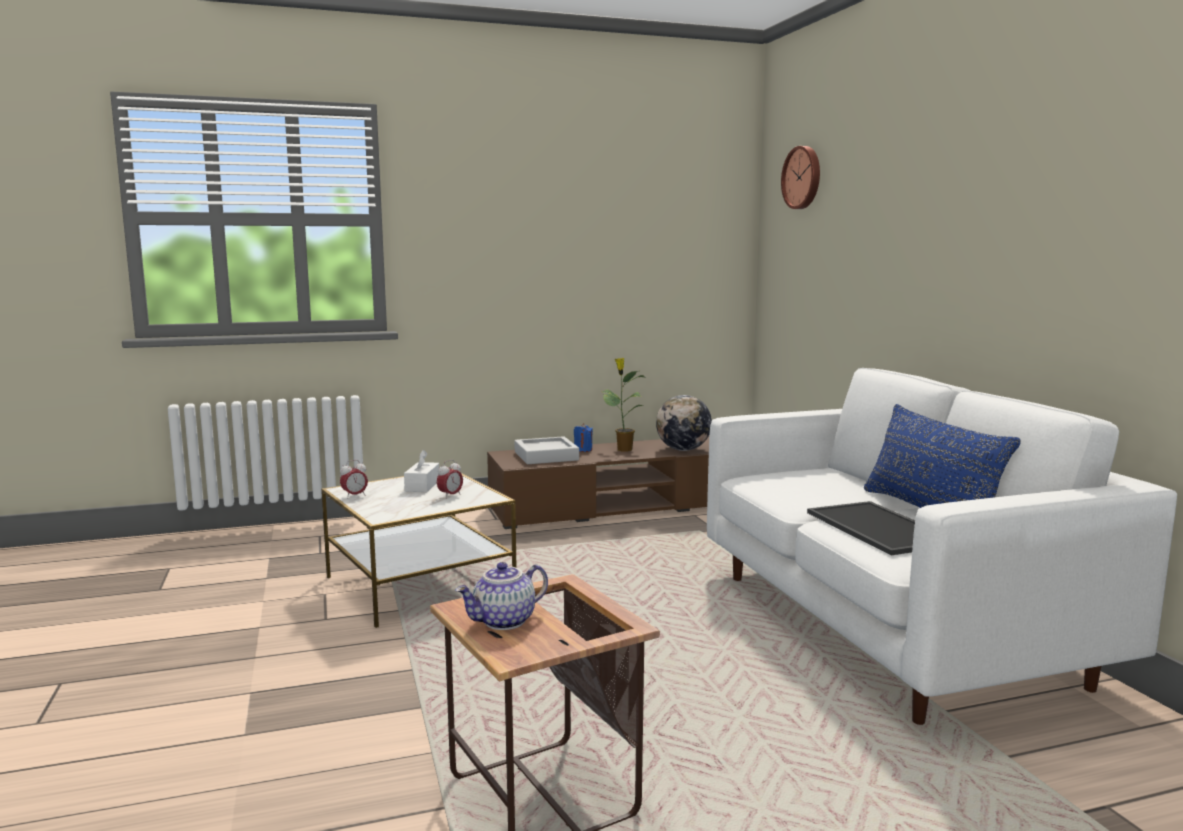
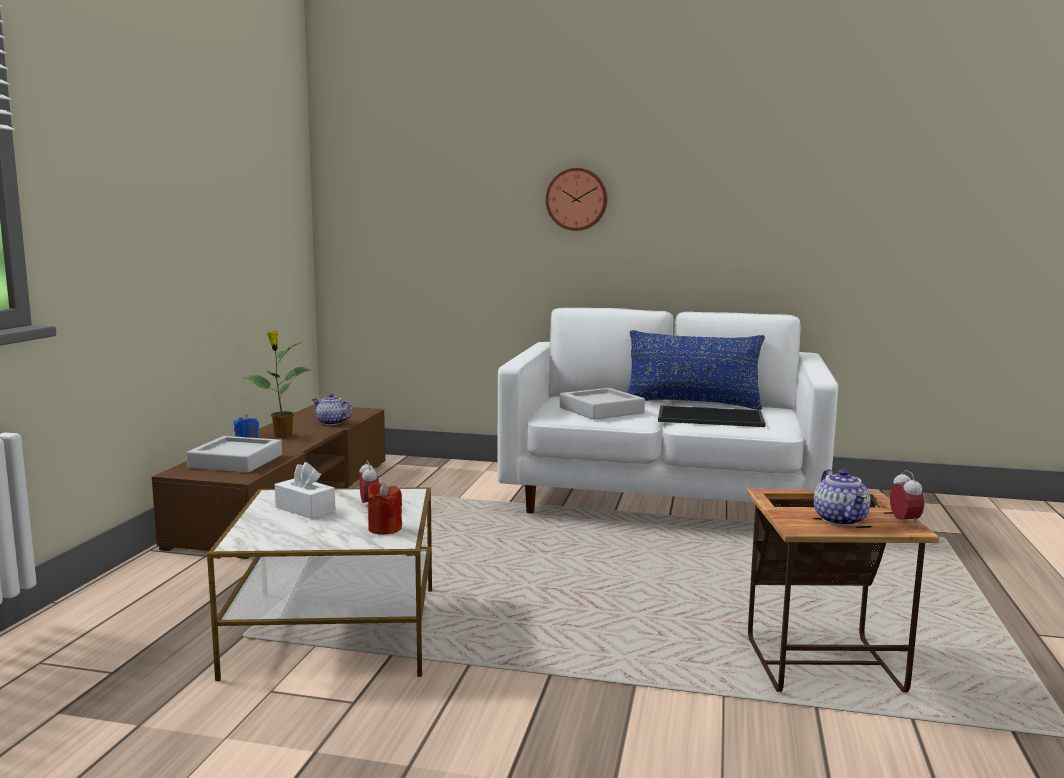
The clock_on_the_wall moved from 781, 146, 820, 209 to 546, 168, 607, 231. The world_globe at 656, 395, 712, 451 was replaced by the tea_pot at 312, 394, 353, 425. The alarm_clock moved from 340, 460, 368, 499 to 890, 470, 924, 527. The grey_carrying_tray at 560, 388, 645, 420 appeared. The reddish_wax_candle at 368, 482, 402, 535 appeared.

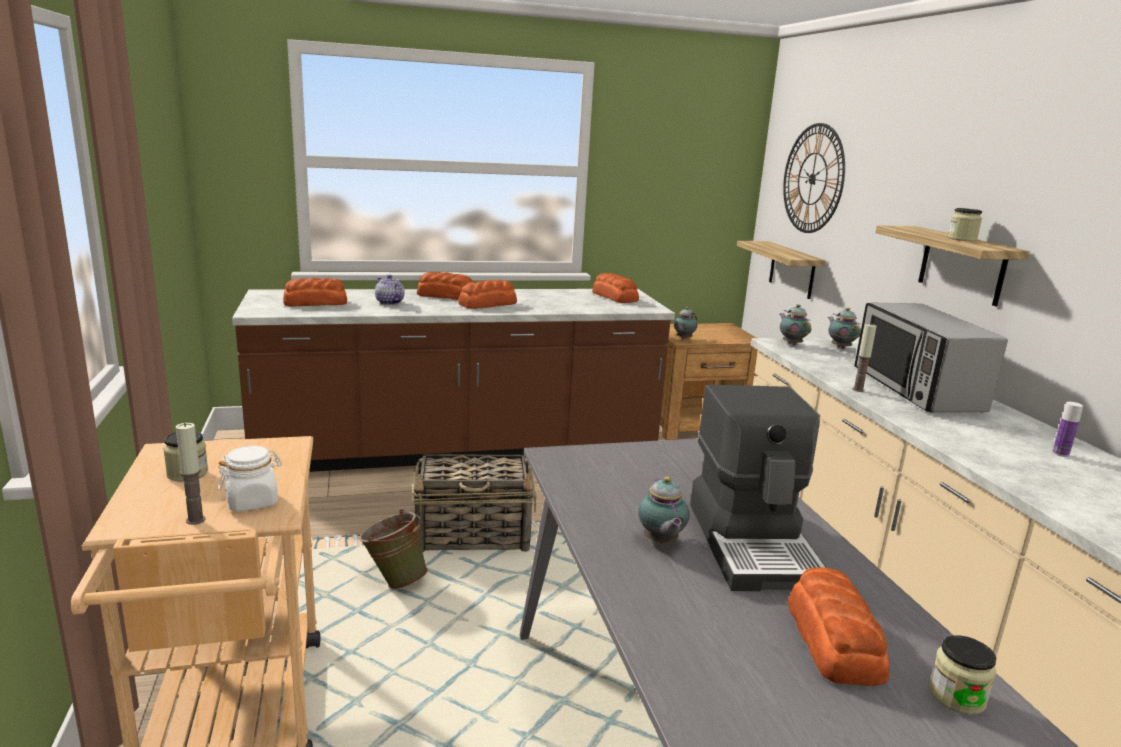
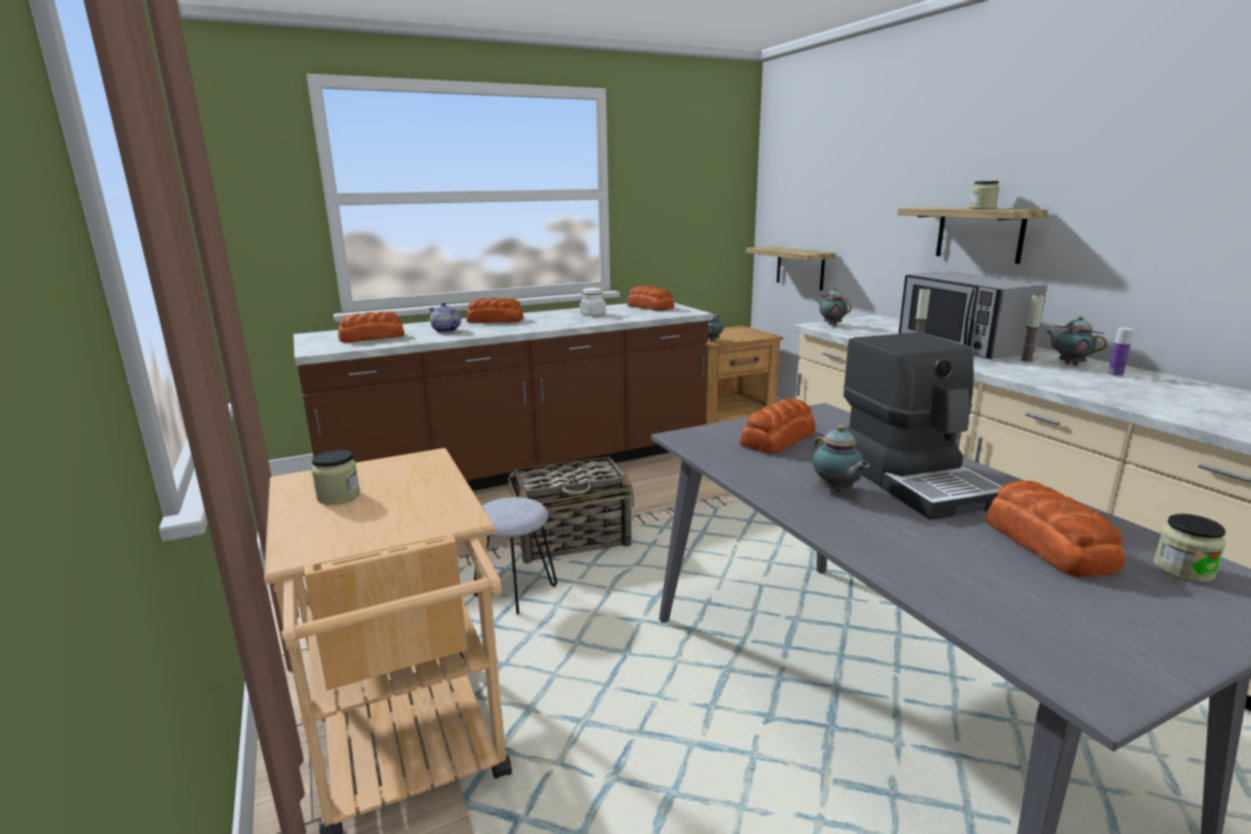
The clock_on_the_wall at 783, 123, 845, 233 disappeared. The bakery_bread moved from 458, 280, 517, 309 to 740, 398, 815, 453. The tea_pot moved from 828, 308, 861, 349 to 1046, 316, 1107, 366. The wax_candle moved from 176, 423, 206, 525 to 1020, 294, 1045, 362. The white-coloured_preserve_jar moved from 218, 446, 282, 512 to 580, 288, 606, 315. The green-coloured_pail at 359, 509, 428, 589 was replaced by the grey_stool at 474, 497, 557, 615.

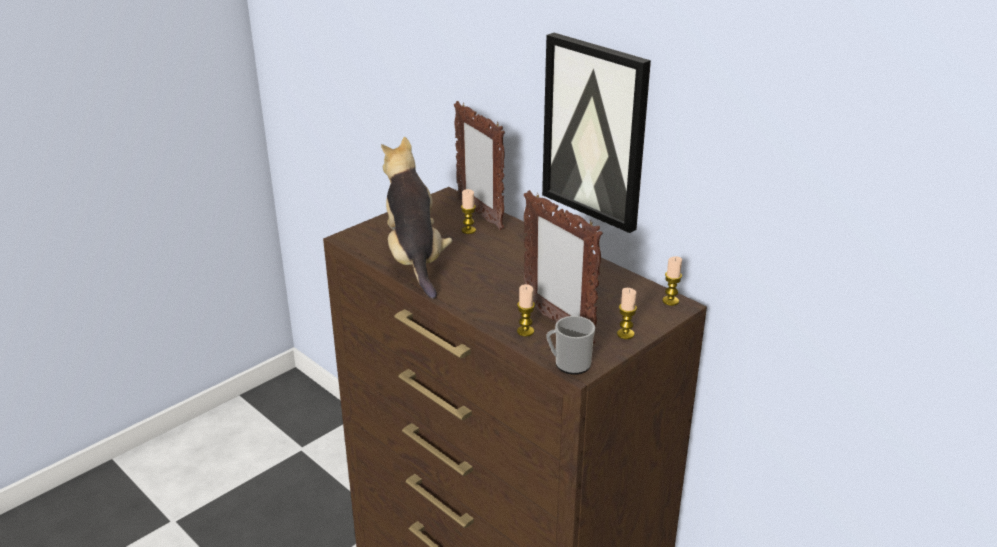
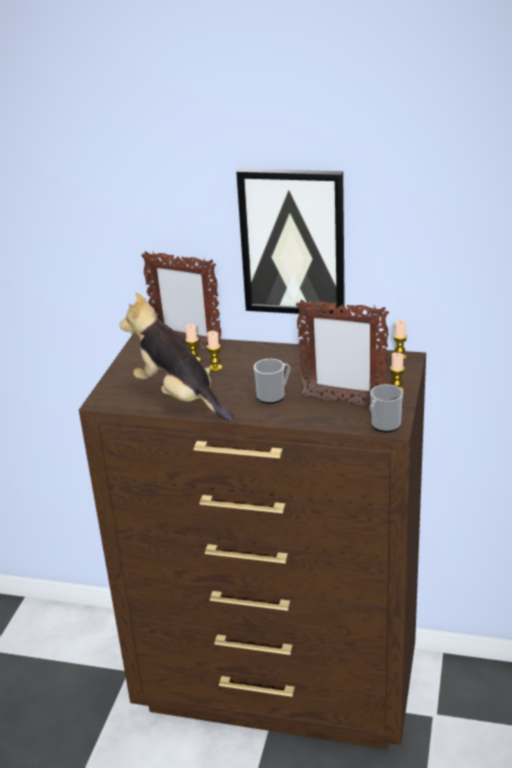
The wax_candle moved from 517, 284, 535, 337 to 207, 331, 222, 372. The mug at 254, 359, 291, 404 appeared.

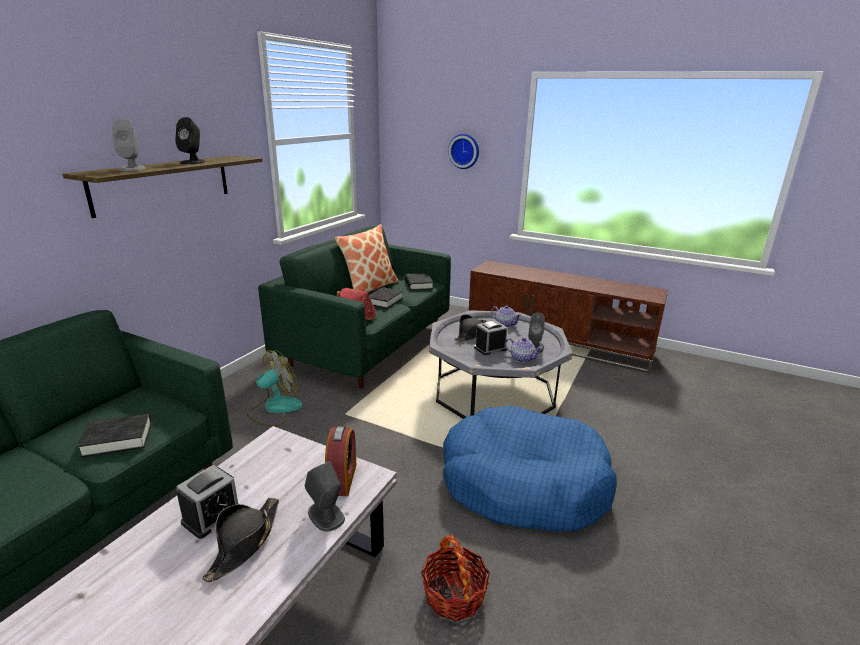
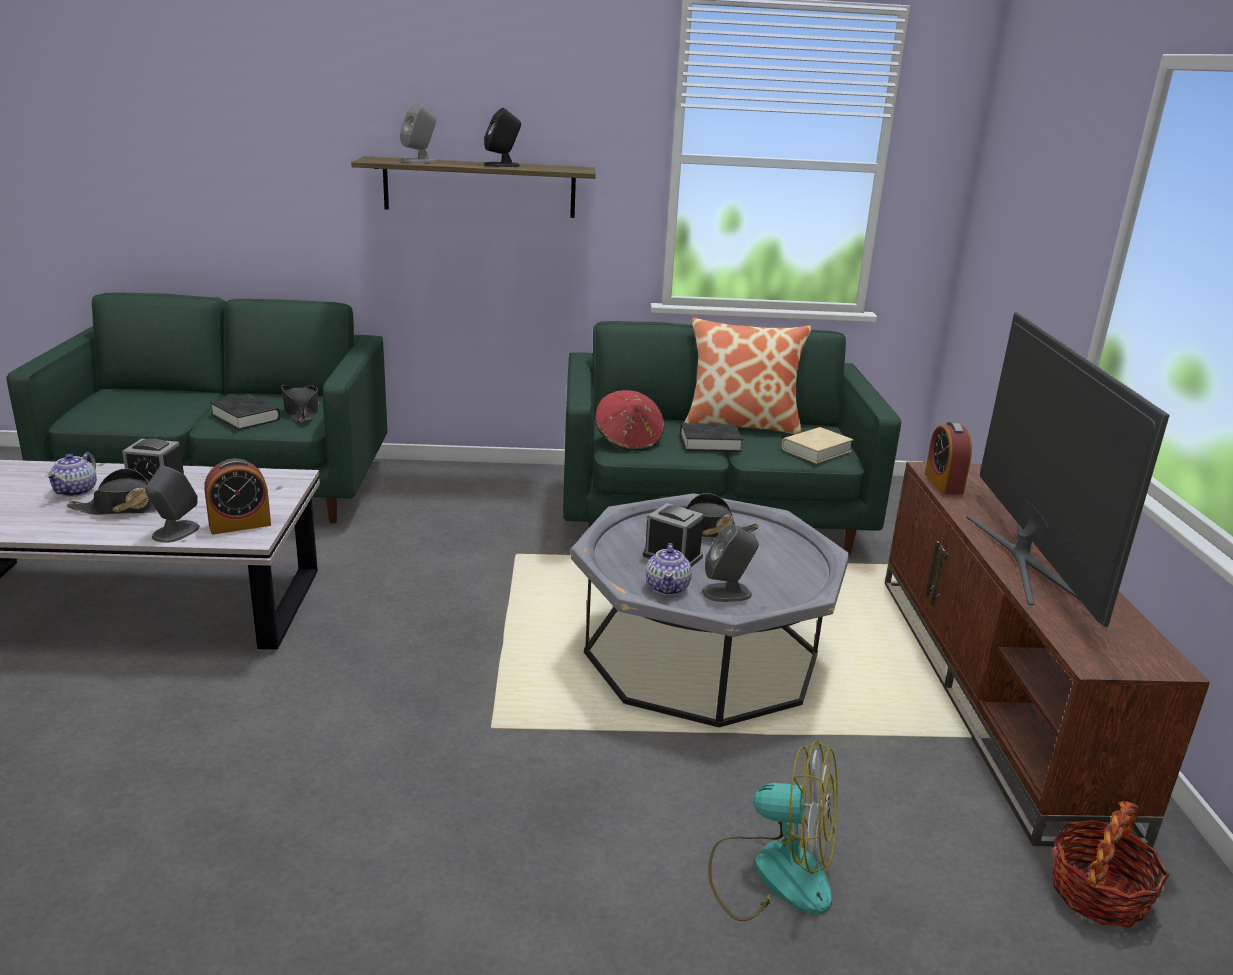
The clock_on_the_wall at 448, 134, 479, 169 disappeared. The black_bound_book at 405, 273, 433, 290 became the beige_bound_book at 782, 427, 854, 464. The tea_pot moved from 491, 306, 522, 328 to 46, 452, 97, 497. The cooling_fan moved from 247, 350, 303, 426 to 708, 740, 838, 921. The bluish_dog_bed at 443, 406, 617, 532 disappeared. The basket moved from 421, 533, 490, 621 to 1052, 801, 1169, 928. The TV at 966, 312, 1170, 627 appeared. The black_wearable_hat at 282, 385, 319, 422 appeared. The alarm_clock at 925, 422, 972, 495 appeared.

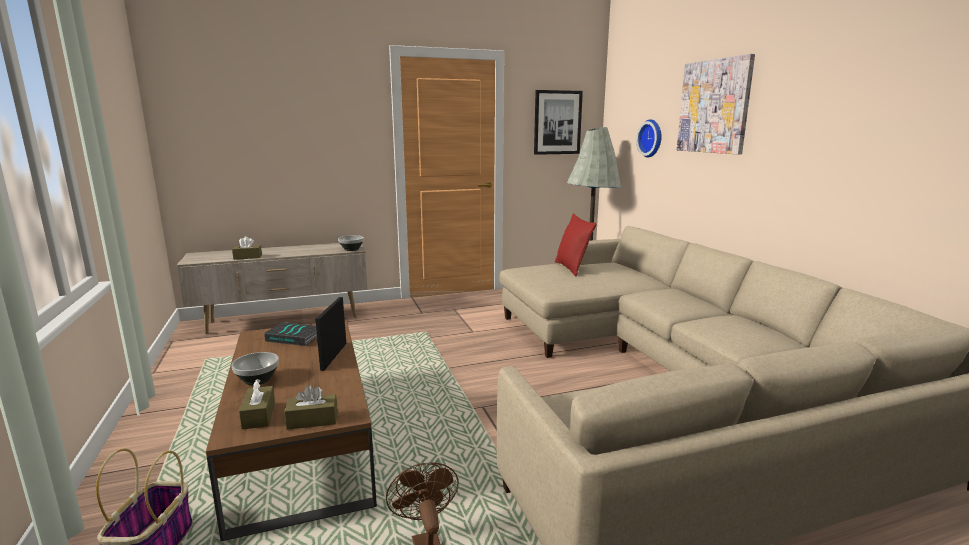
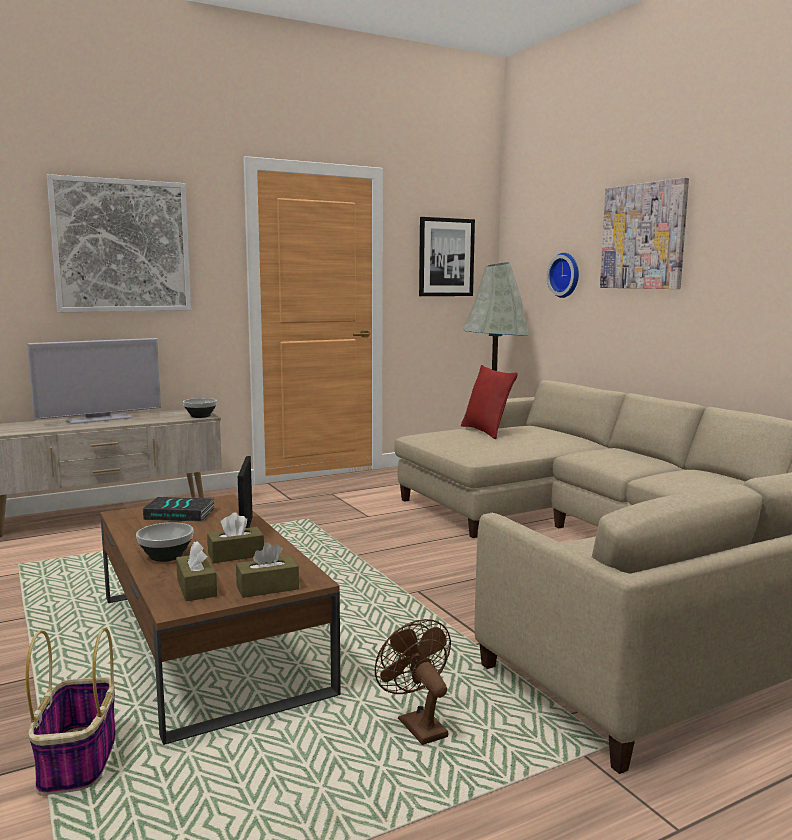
The brownish_tissue_box moved from 232, 236, 262, 260 to 207, 512, 264, 563. The picture at 47, 174, 191, 312 appeared. The TV at 27, 338, 161, 424 appeared.

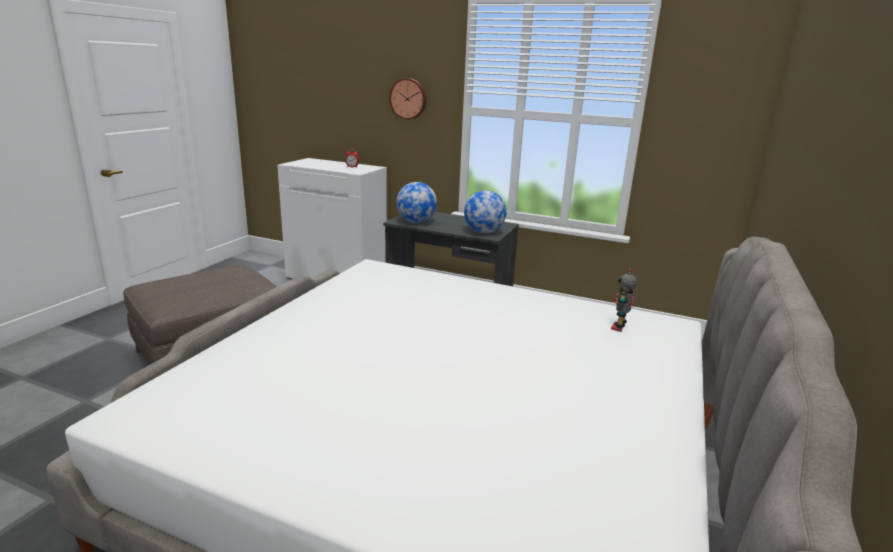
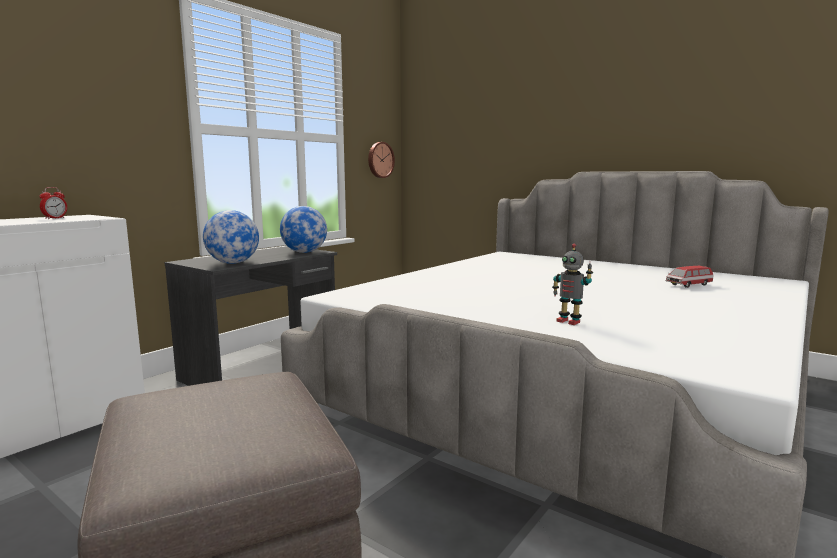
The clock_on_the_wall moved from 389, 78, 427, 120 to 368, 142, 395, 178. The robot_figure moved from 611, 268, 637, 332 to 552, 244, 593, 325. The model_car at 666, 266, 713, 288 appeared.

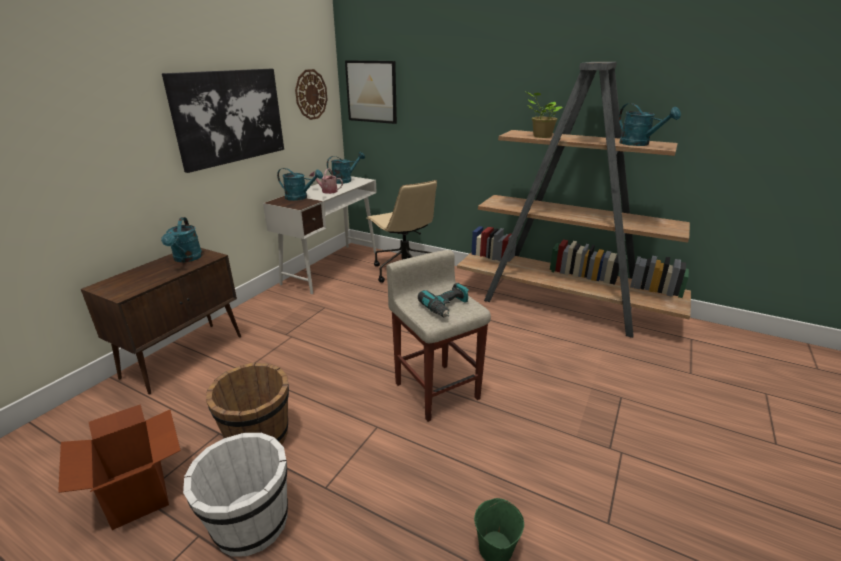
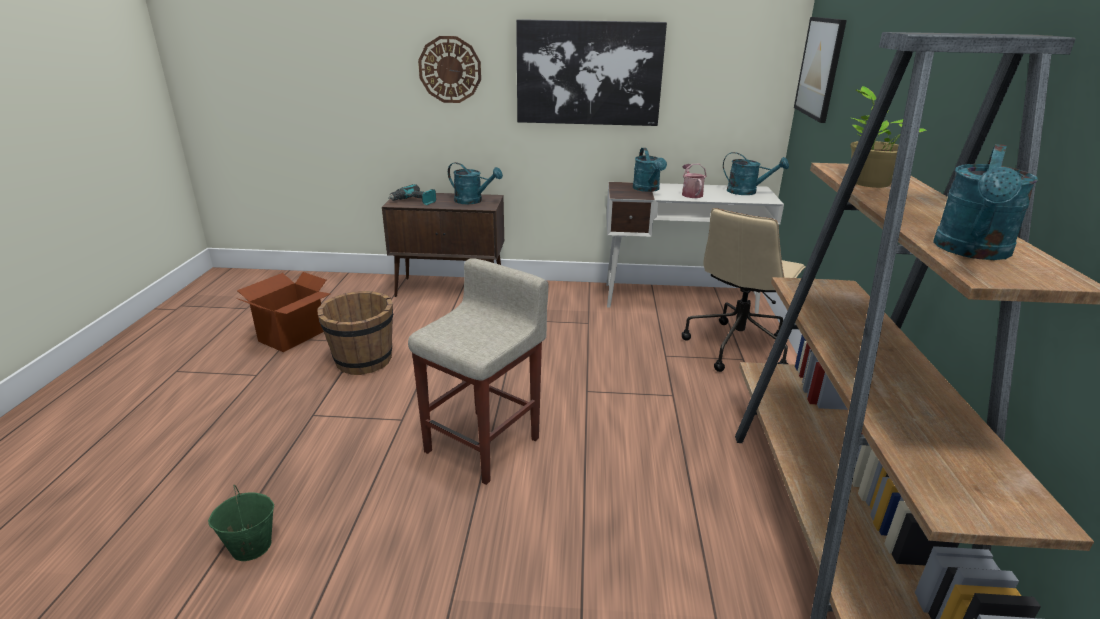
The clock_on_the_wall moved from 295, 69, 328, 120 to 418, 36, 481, 103. The turquoise_watering_pot at 161, 217, 203, 262 turned 120 degrees counterclockwise. The drill moved from 418, 283, 469, 317 to 388, 184, 436, 205. The white-coloured_pail at 183, 433, 288, 557 disappeared.

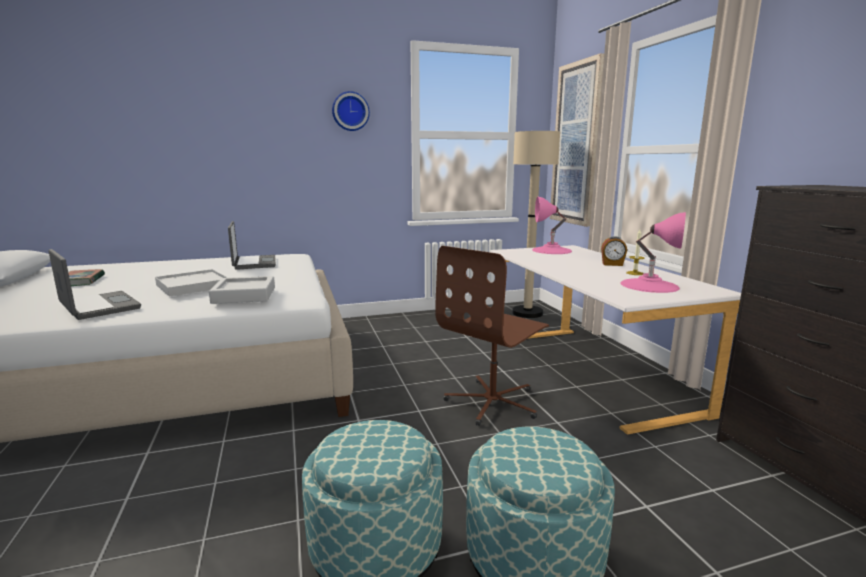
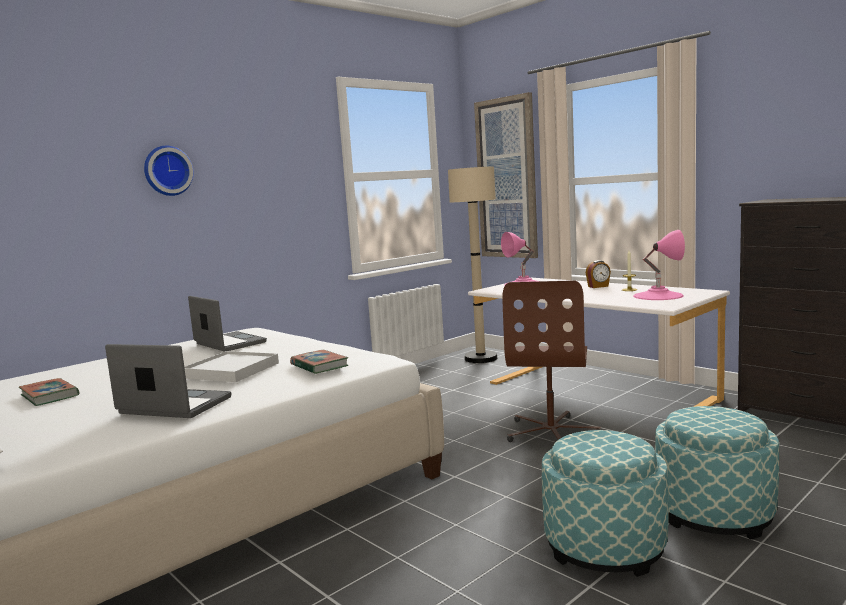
The clock_on_the_wall moved from 332, 91, 370, 131 to 144, 146, 194, 196. The grey_carrying_tray at 209, 276, 275, 304 was replaced by the bound_book at 290, 350, 348, 374.

